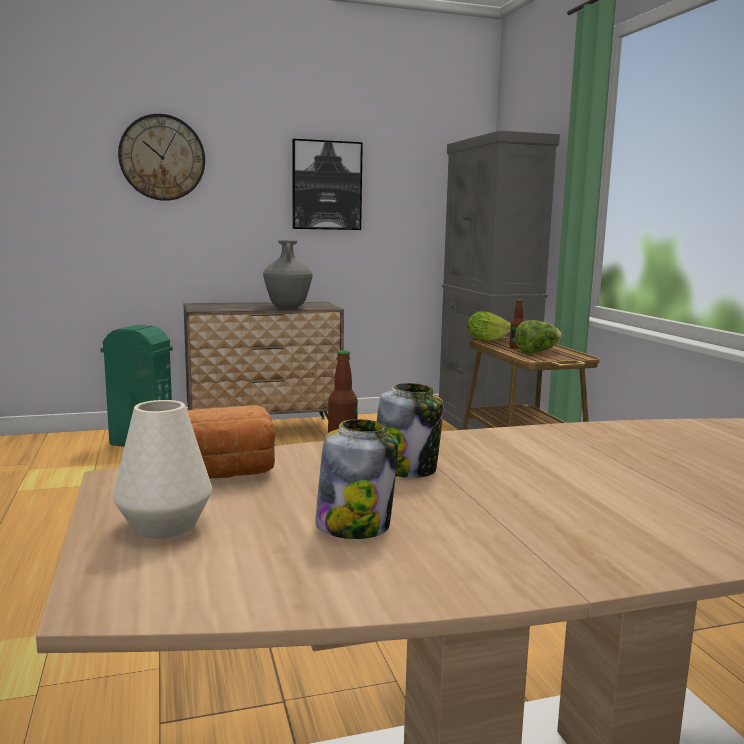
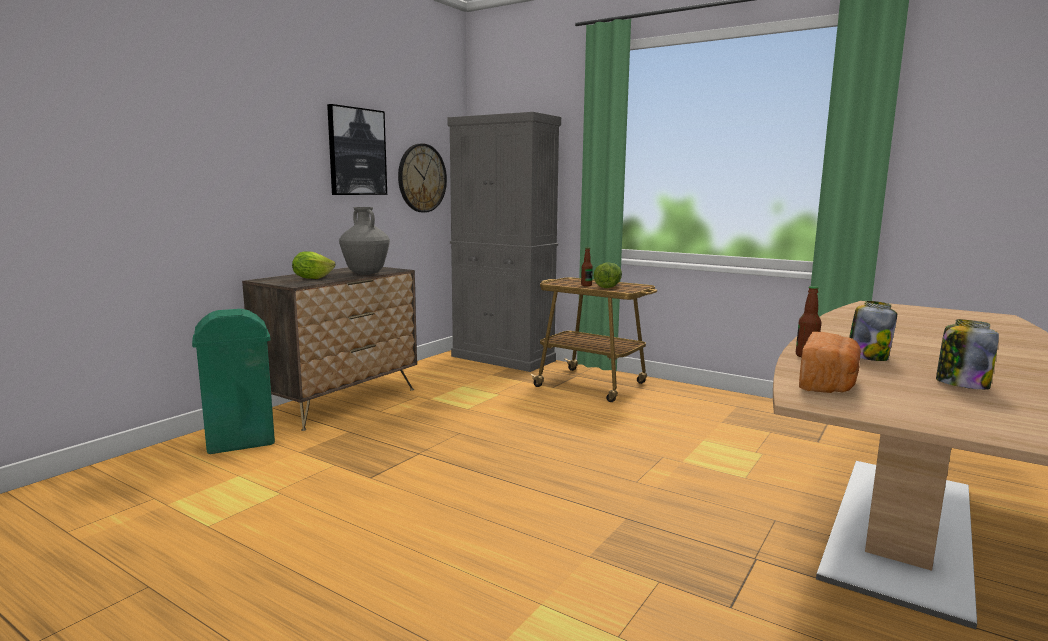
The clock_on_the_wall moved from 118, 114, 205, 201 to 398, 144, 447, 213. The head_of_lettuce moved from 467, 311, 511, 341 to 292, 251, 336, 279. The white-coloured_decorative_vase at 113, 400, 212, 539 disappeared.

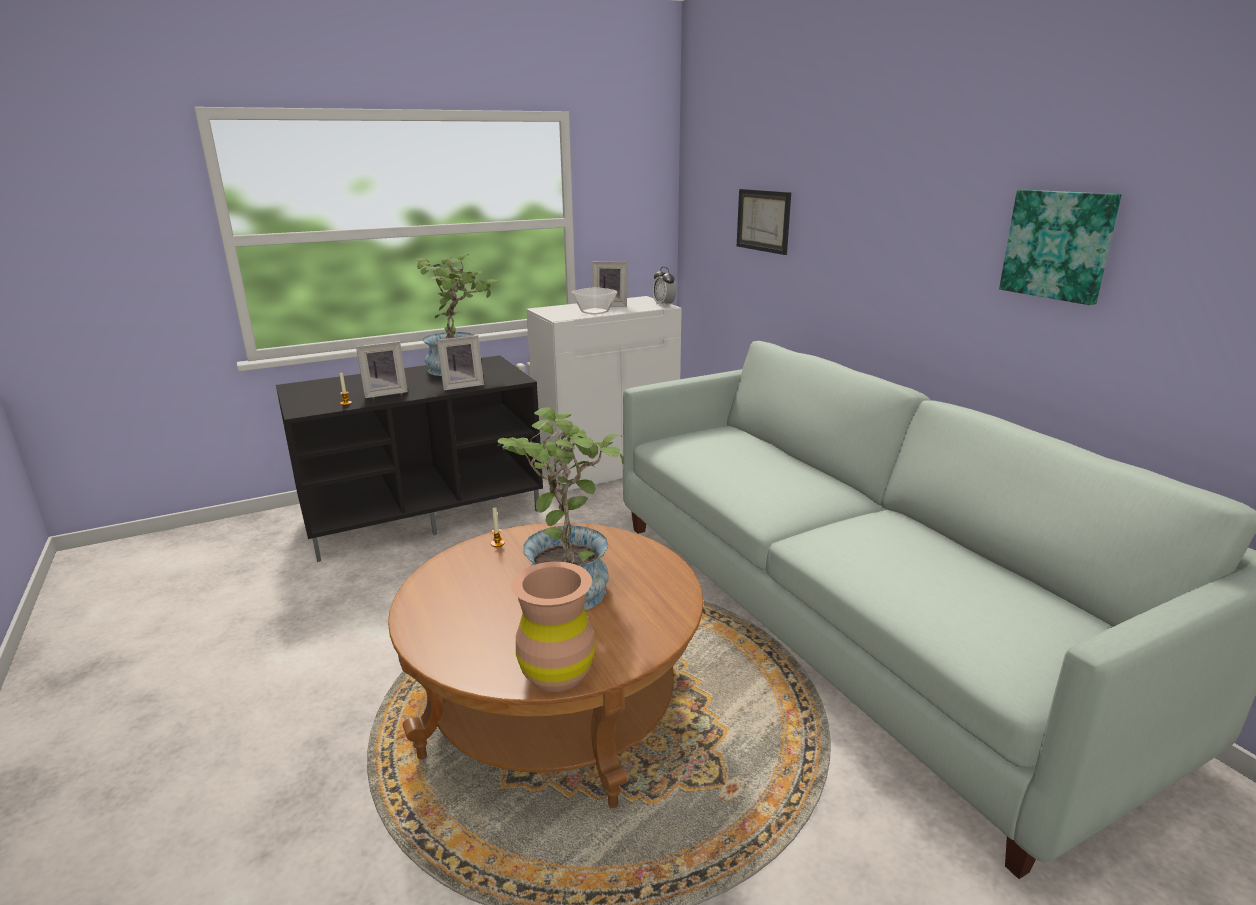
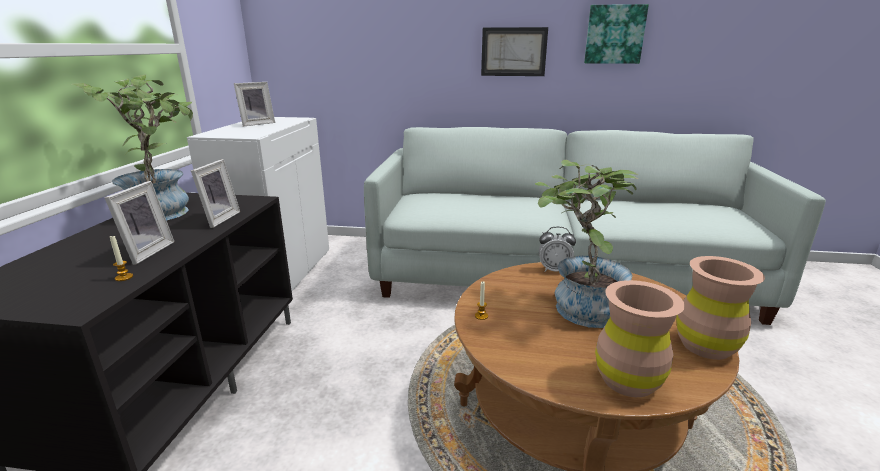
The picture moved from 737, 189, 791, 255 to 481, 27, 548, 76. The alarm_clock moved from 653, 267, 677, 307 to 539, 227, 576, 272. The deep_dish at 571, 287, 617, 315 disappeared. The brownish_decorative_vase at 595, 280, 685, 397 appeared.

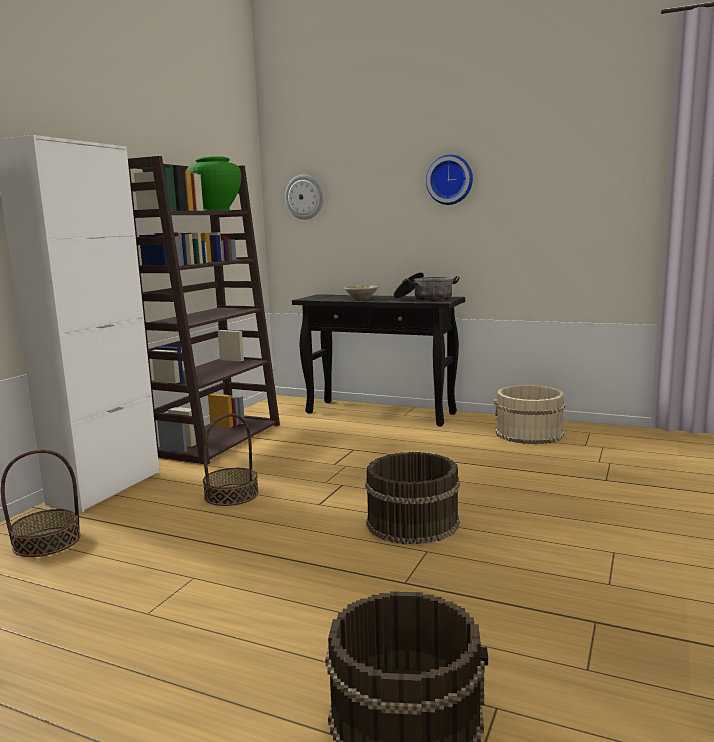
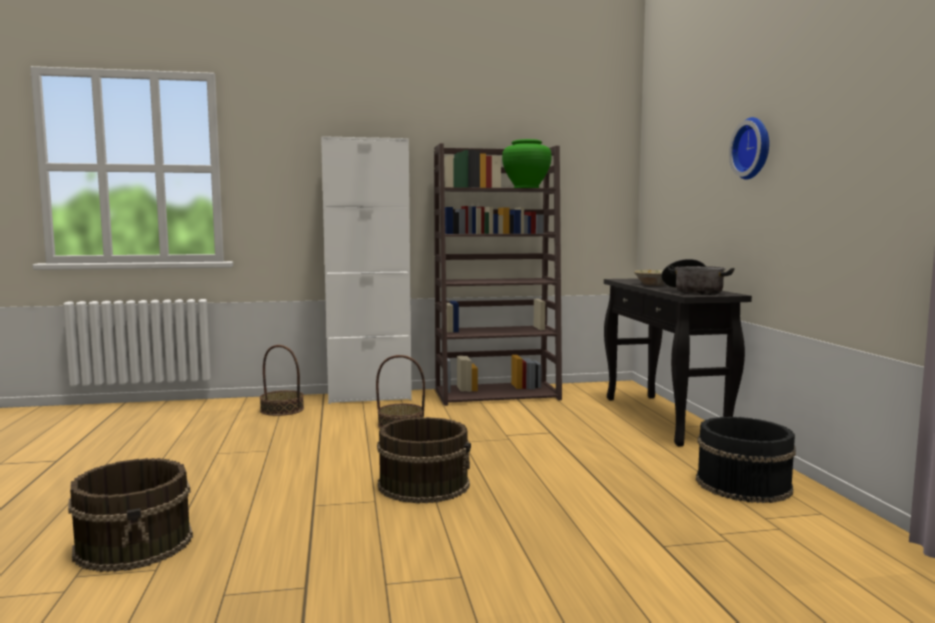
The clock_on_the_wall at 285, 174, 324, 220 disappeared. The beige_pail at 494, 385, 565, 444 became the black_pail at 696, 417, 796, 503.

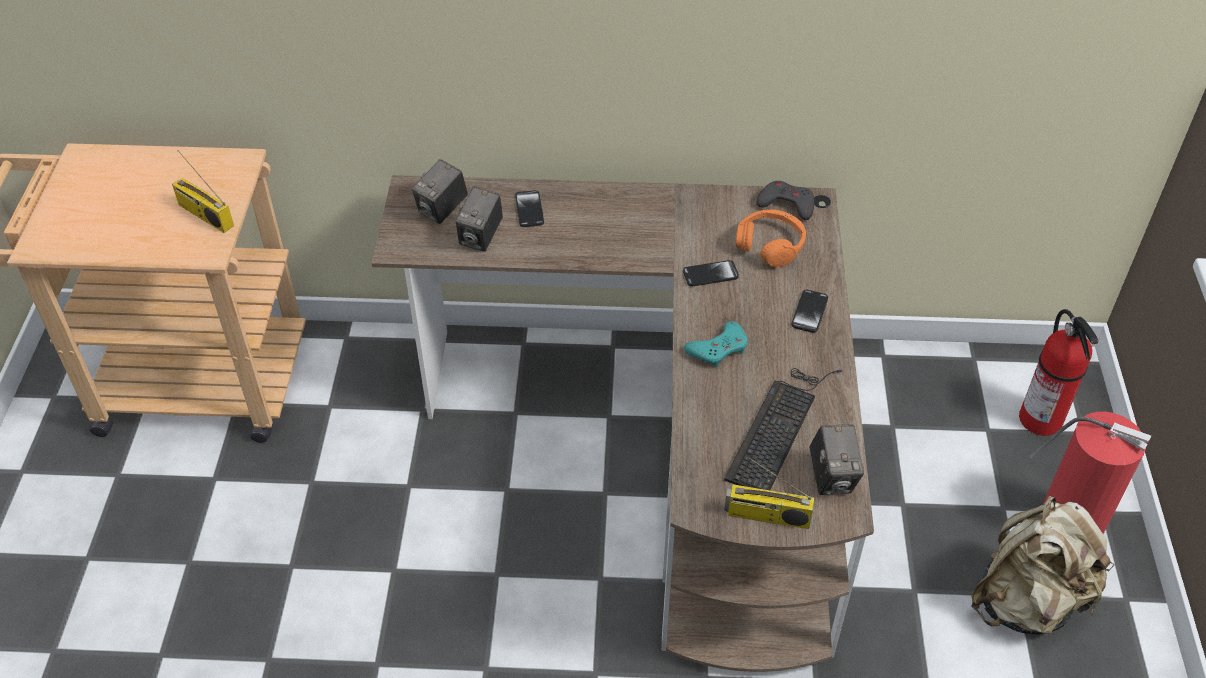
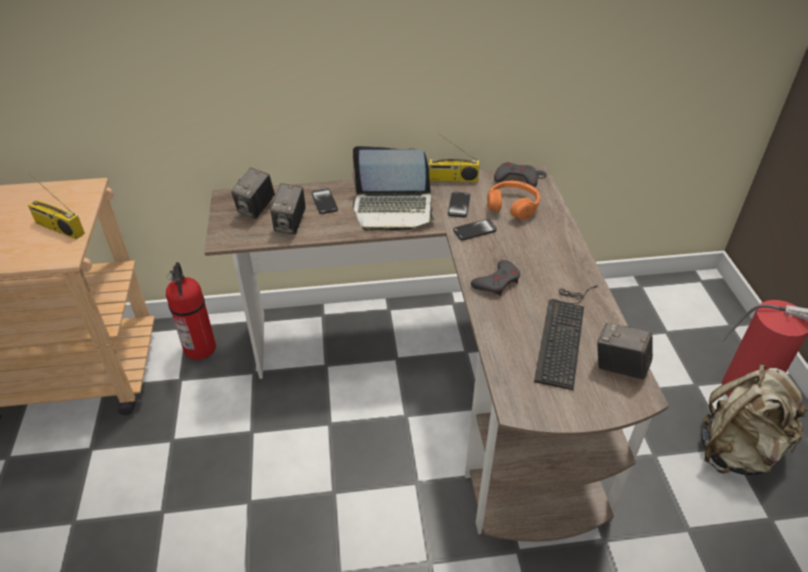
The handset moved from 791, 289, 828, 333 to 448, 192, 470, 218. The extinguisher moved from 1019, 309, 1098, 436 to 166, 262, 216, 360. The turquoise_game_controller at 684, 321, 748, 368 became the grey_game_controller at 471, 260, 520, 296. The photo_camera at 809, 424, 864, 495 turned 135 degrees clockwise. The radio_set moved from 724, 458, 814, 529 to 428, 133, 479, 182. The portable_computer at 352, 146, 436, 231 appeared.

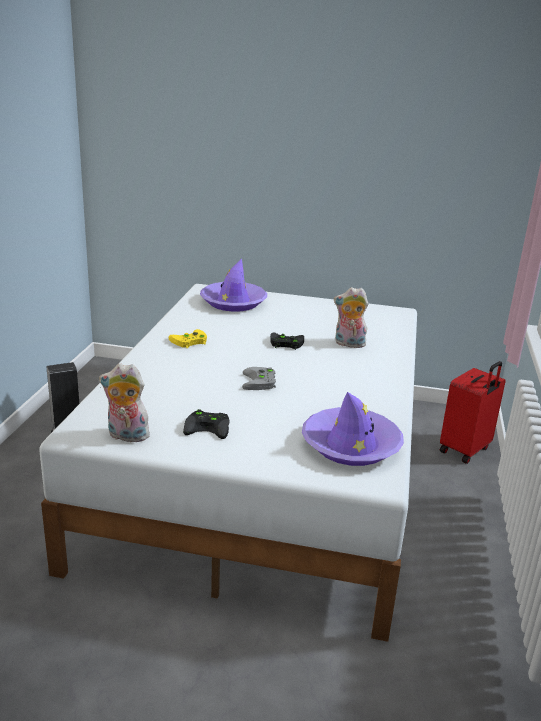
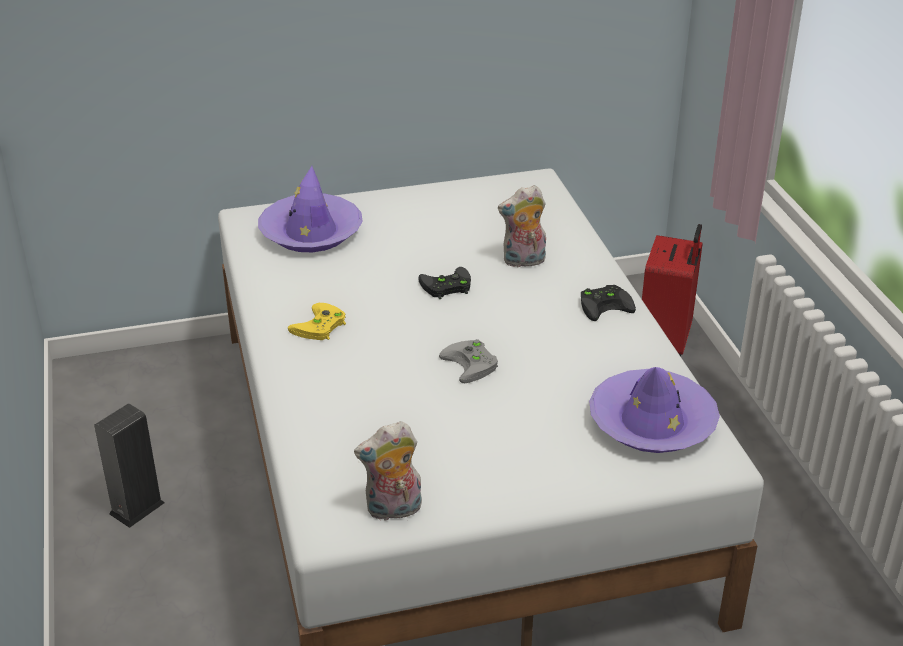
The black_game_controller moved from 183, 409, 229, 439 to 581, 285, 636, 321.

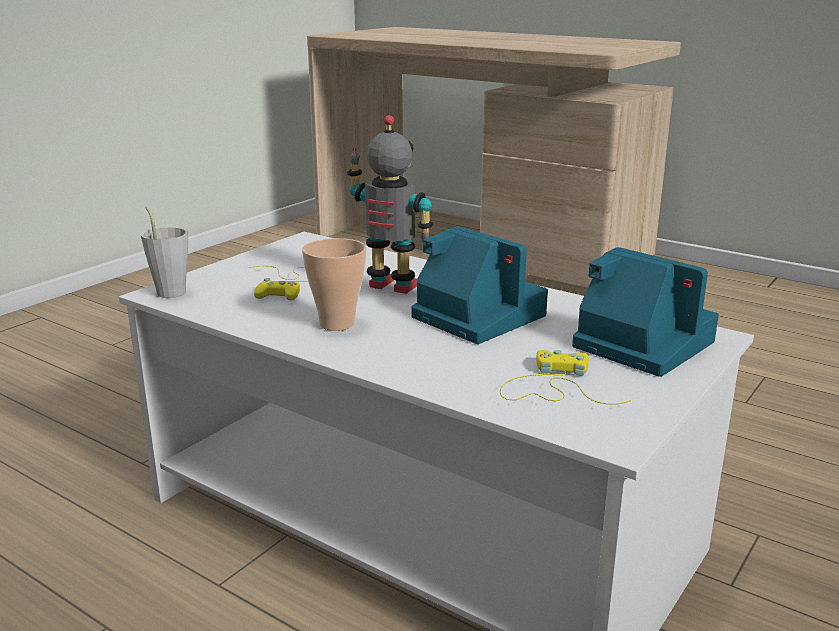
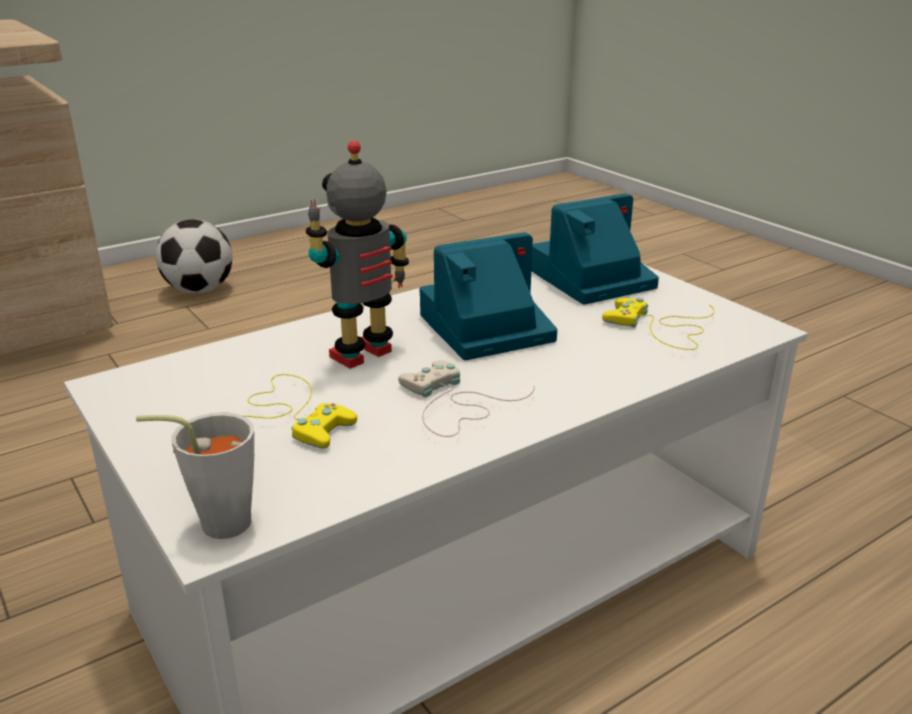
The cup at 302, 238, 367, 331 was replaced by the white-coloured_game_controller at 398, 361, 535, 437. The football at 155, 219, 233, 293 appeared.

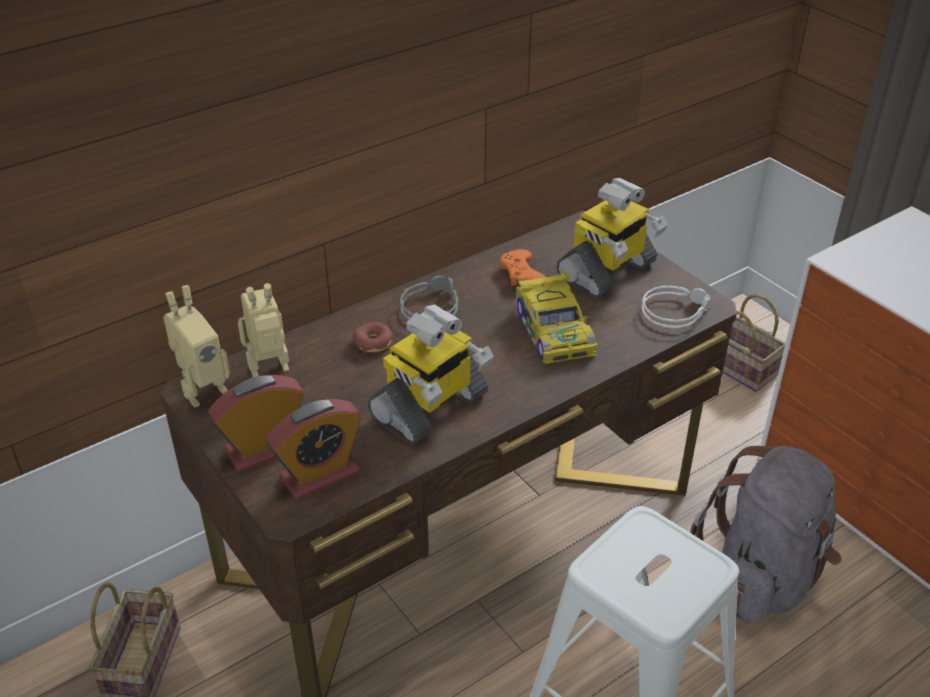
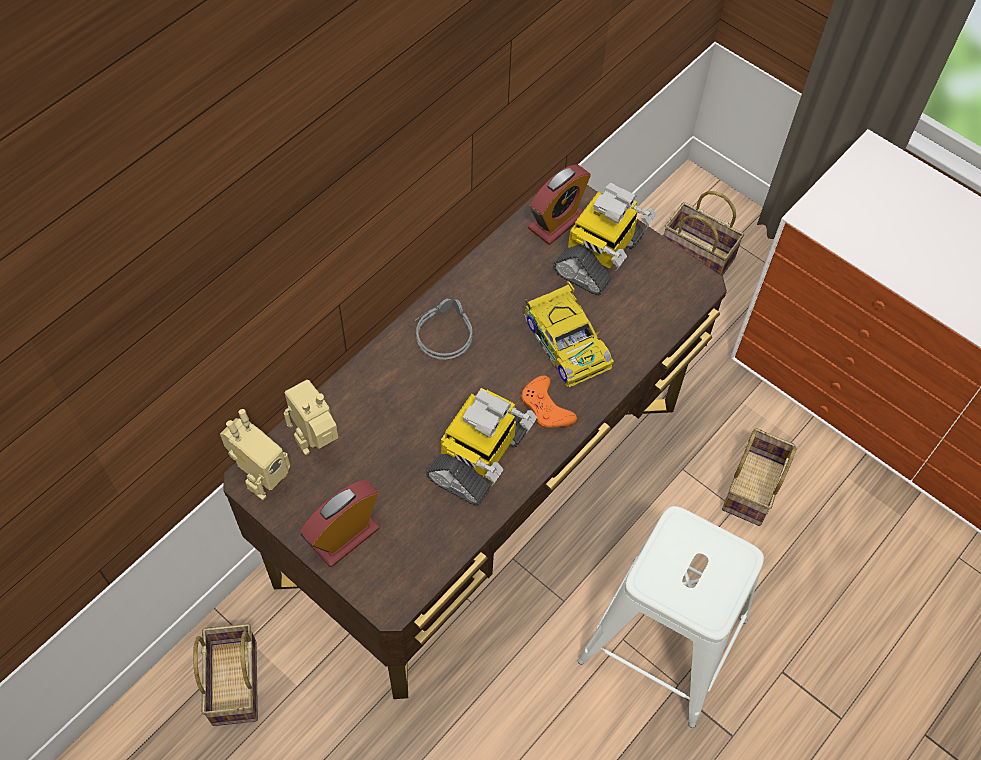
The orangey_game_controller moved from 500, 249, 546, 286 to 521, 375, 577, 428. The grey_pair_of_headphones at 641, 285, 711, 328 disappeared. The donut at 353, 322, 392, 353 disappeared. The alarm_clock moved from 266, 399, 361, 500 to 528, 165, 591, 245. The grey_rucksack at 690, 446, 842, 624 was replaced by the basket at 722, 428, 797, 526.

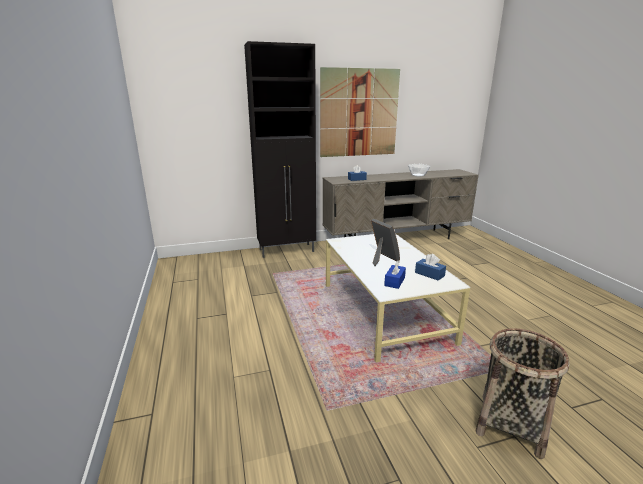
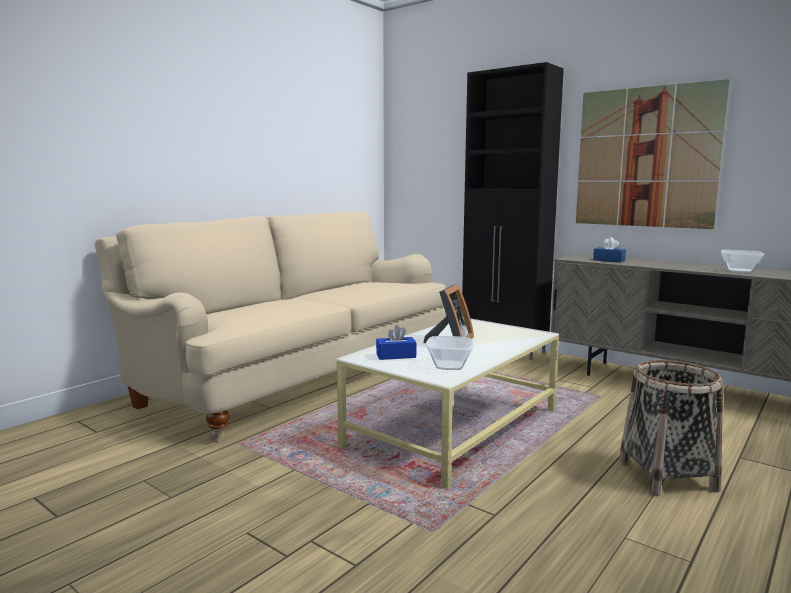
The bluish_tissue_box at 415, 254, 446, 281 was replaced by the deep_dish at 426, 336, 474, 370. The basket moved from 476, 328, 570, 459 to 619, 360, 723, 496. The beige_sofa at 95, 211, 446, 441 appeared.

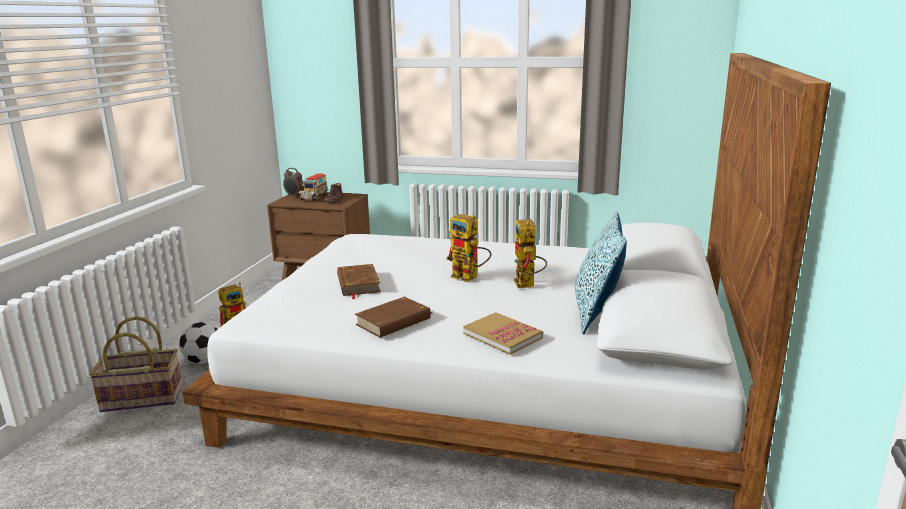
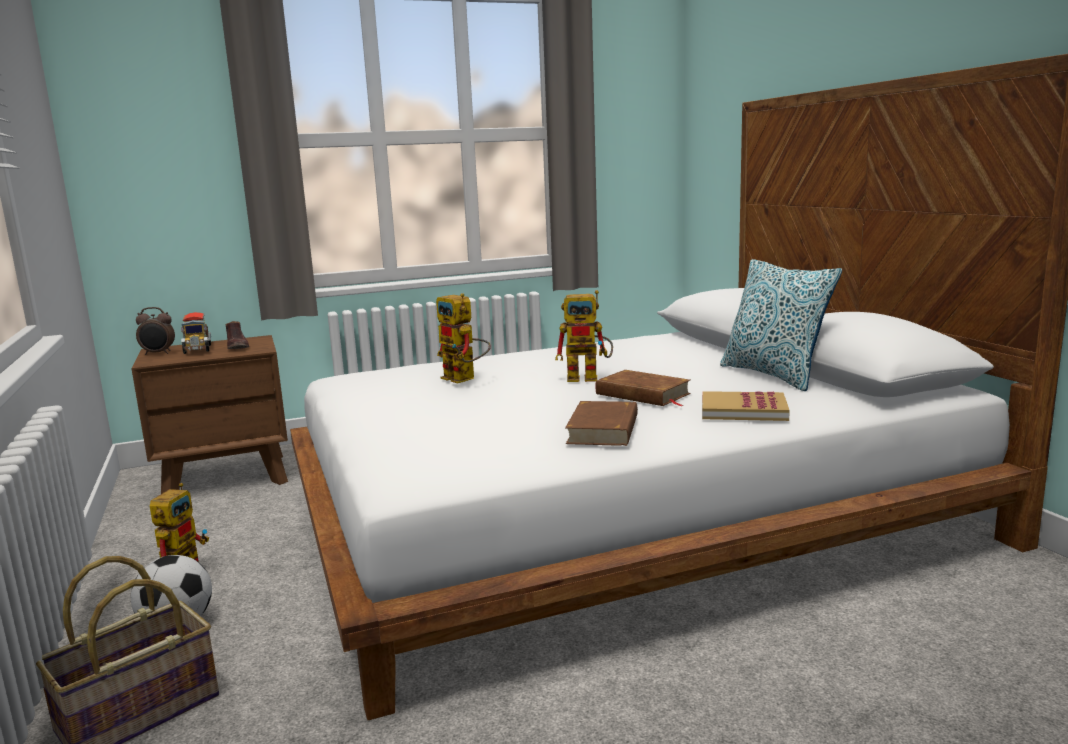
The robot_figure moved from 514, 219, 547, 288 to 436, 293, 491, 384. The brownish_bound_book moved from 337, 264, 381, 299 to 596, 370, 691, 406.

